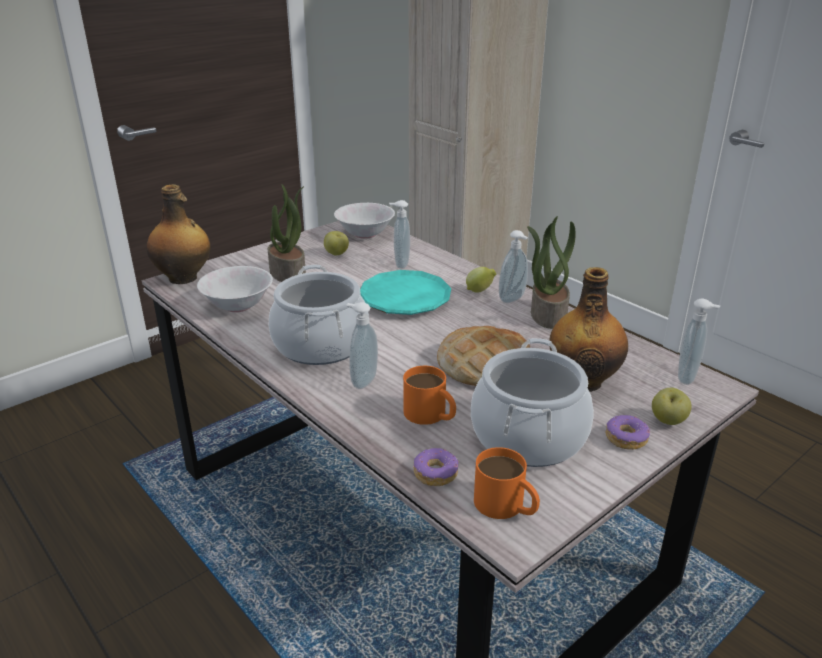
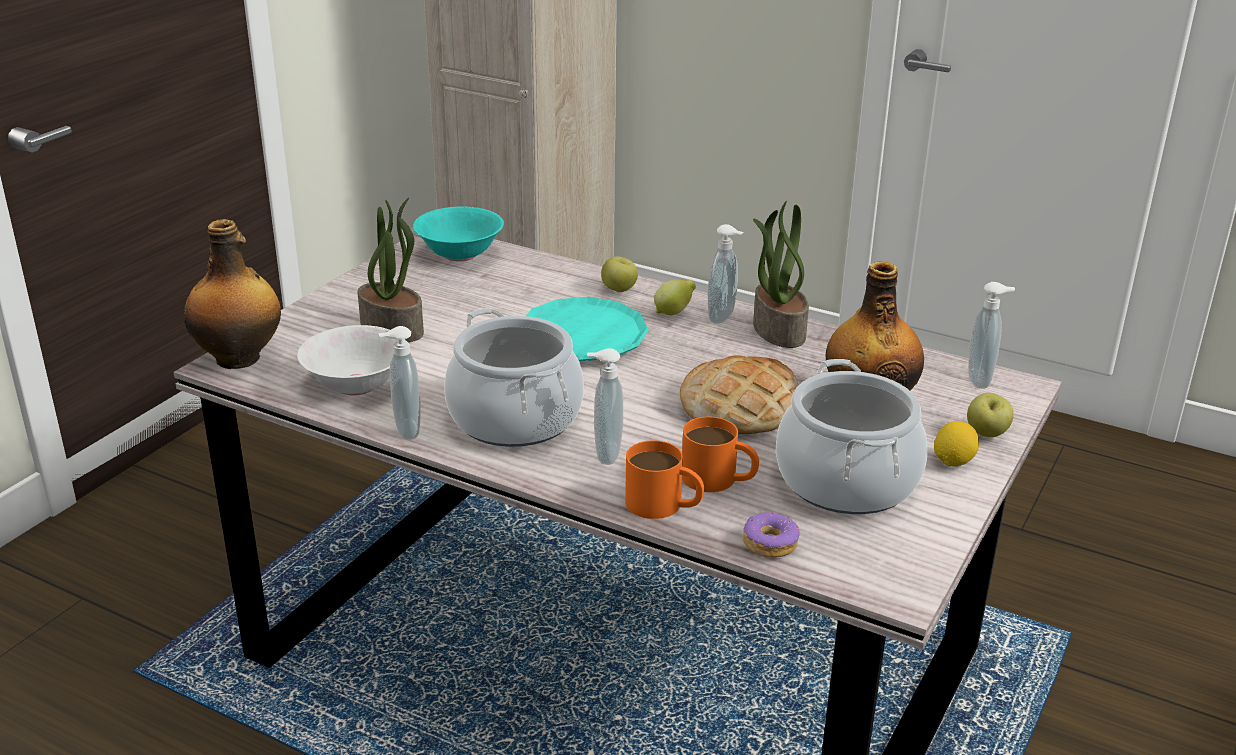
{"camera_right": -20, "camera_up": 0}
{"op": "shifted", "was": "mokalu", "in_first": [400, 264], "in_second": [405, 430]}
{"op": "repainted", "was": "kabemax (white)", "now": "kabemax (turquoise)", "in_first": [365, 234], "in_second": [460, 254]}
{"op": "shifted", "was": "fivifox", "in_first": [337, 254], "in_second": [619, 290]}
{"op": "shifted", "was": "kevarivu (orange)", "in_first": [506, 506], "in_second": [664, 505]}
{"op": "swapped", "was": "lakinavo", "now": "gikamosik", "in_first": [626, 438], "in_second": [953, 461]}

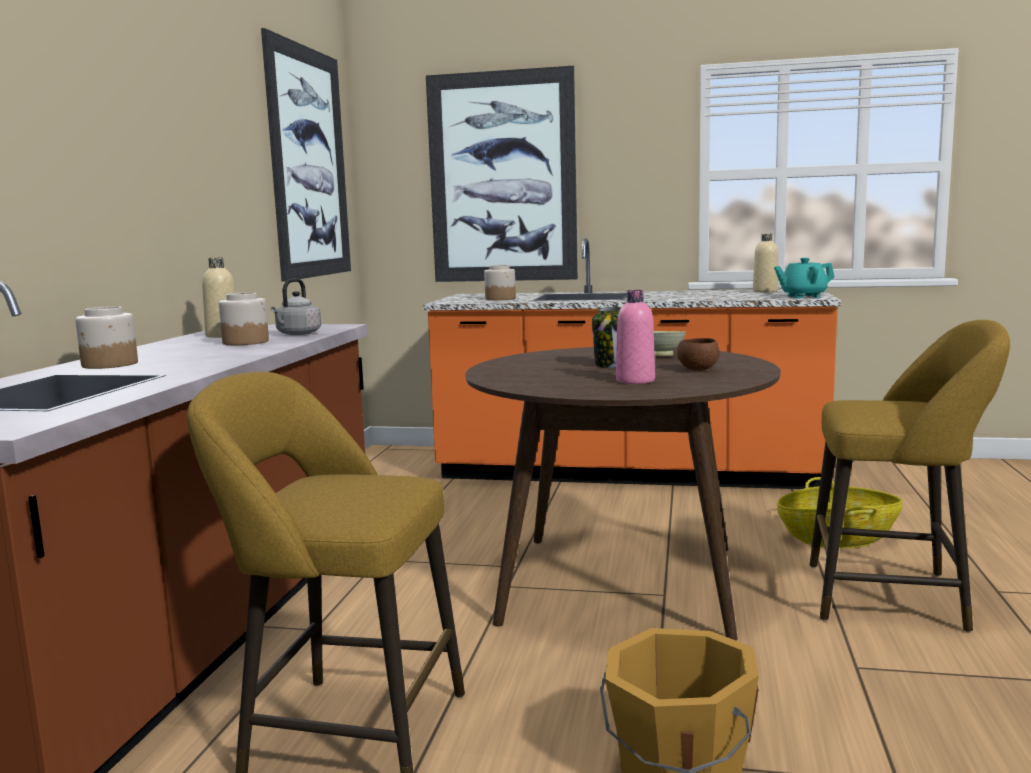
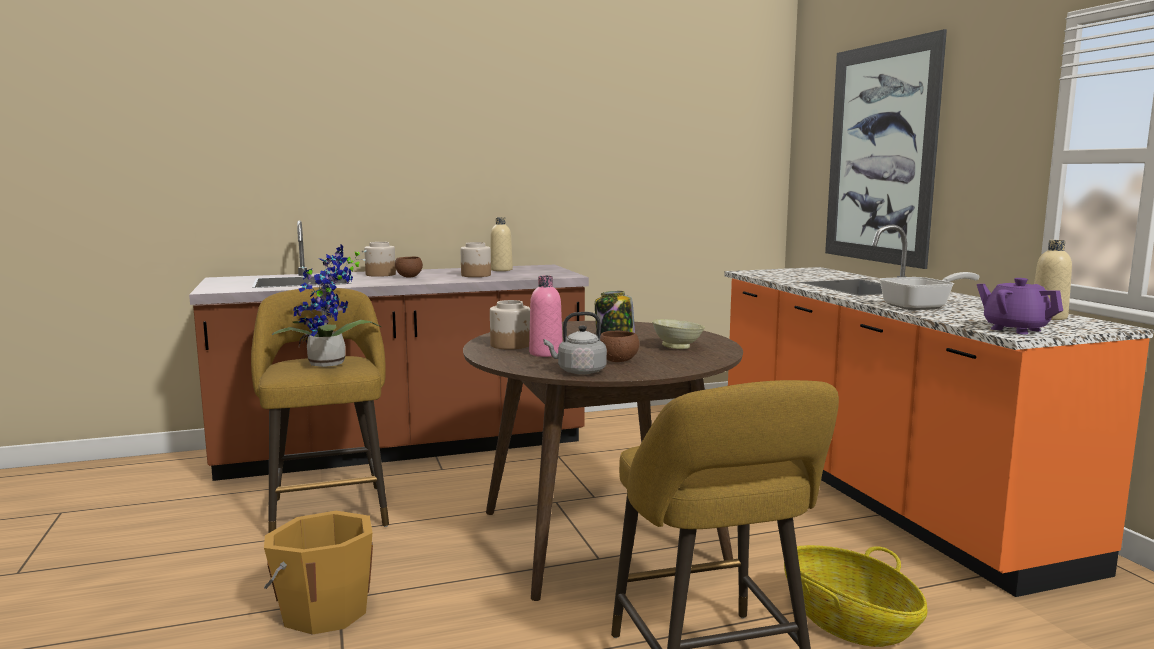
{"camera_right": 60, "camera_up": 0}
{"op": "new", "now": "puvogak", "in_second": [329, 364]}
{"op": "new", "now": "kabemax (brown)", "in_second": [409, 277]}
{"op": "shifted", "was": "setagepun", "in_first": [500, 299], "in_second": [511, 345]}
{"op": "shifted", "was": "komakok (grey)", "in_first": [297, 334], "in_second": [579, 371]}
{"op": "new", "now": "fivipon", "in_second": [922, 307]}
{"op": "repainted", "was": "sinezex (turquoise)", "now": "sinezex (purple)", "in_first": [803, 296], "in_second": [1015, 329]}
{"op": "gone", "was": "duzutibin", "in_first": [309, 163]}

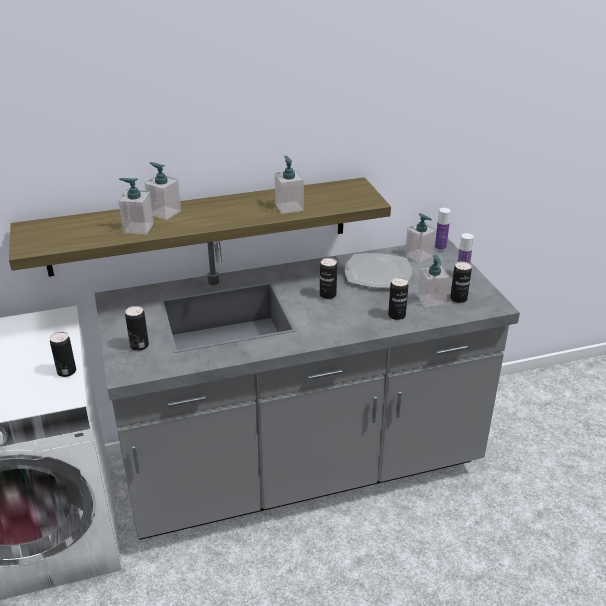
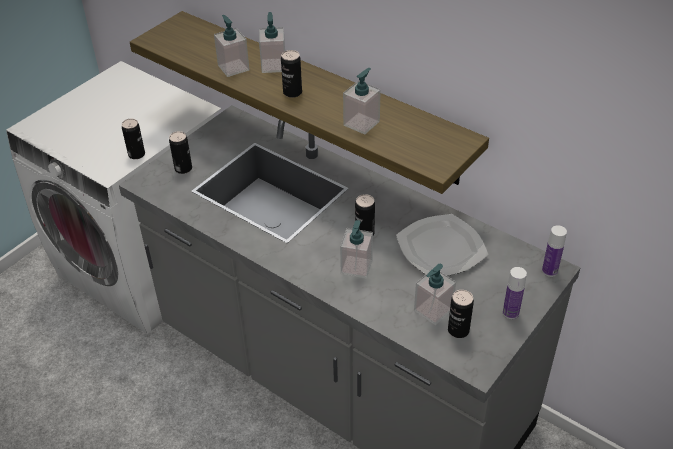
{"camera_right": 55, "camera_up": 10}
{"op": "shifted", "was": "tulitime", "in_first": [396, 315], "in_second": [292, 92]}
{"op": "shifted", "was": "mokalu", "in_first": [419, 255], "in_second": [356, 267]}

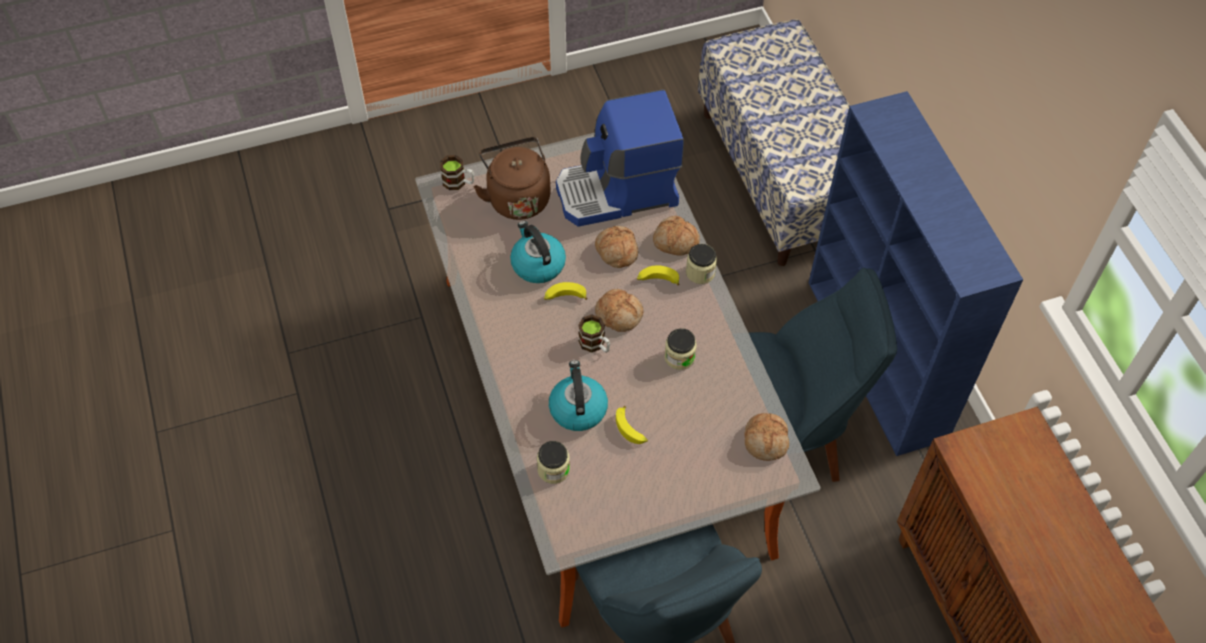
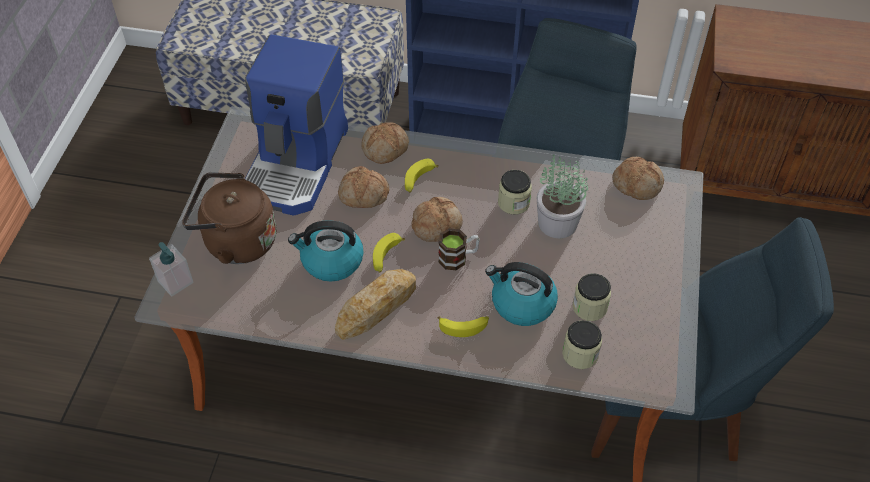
{"camera_right": -60, "camera_up": -5}
{"op": "swapped", "was": "kevarivu", "now": "mokalu", "in_first": [459, 182], "in_second": [175, 282]}
{"op": "new", "now": "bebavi", "in_second": [376, 307]}
{"op": "shifted", "was": "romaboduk", "in_first": [631, 429], "in_second": [464, 326]}
{"op": "new", "now": "puvogak", "in_second": [556, 223]}
{"op": "shifted", "was": "setagepun", "in_first": [700, 272], "in_second": [589, 307]}

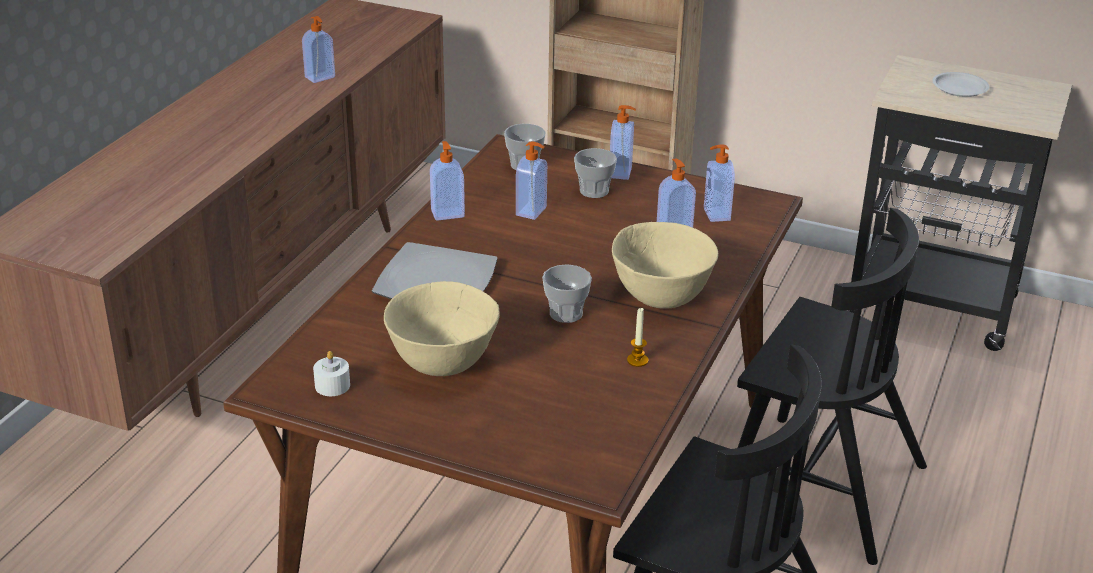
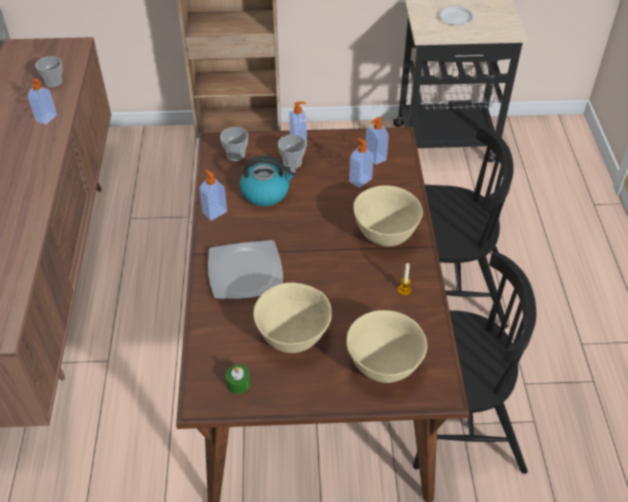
{"camera_right": -25, "camera_up": 15}
{"op": "shifted", "was": "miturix", "in_first": [566, 313], "in_second": [53, 82]}
{"op": "repainted", "was": "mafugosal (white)", "now": "mafugosal (green)", "in_first": [332, 385], "in_second": [238, 383]}
{"op": "swapped", "was": "mokalu", "now": "komakok", "in_first": [532, 211], "in_second": [266, 192]}
{"op": "new", "now": "kabemax (beige)", "in_second": [383, 365]}

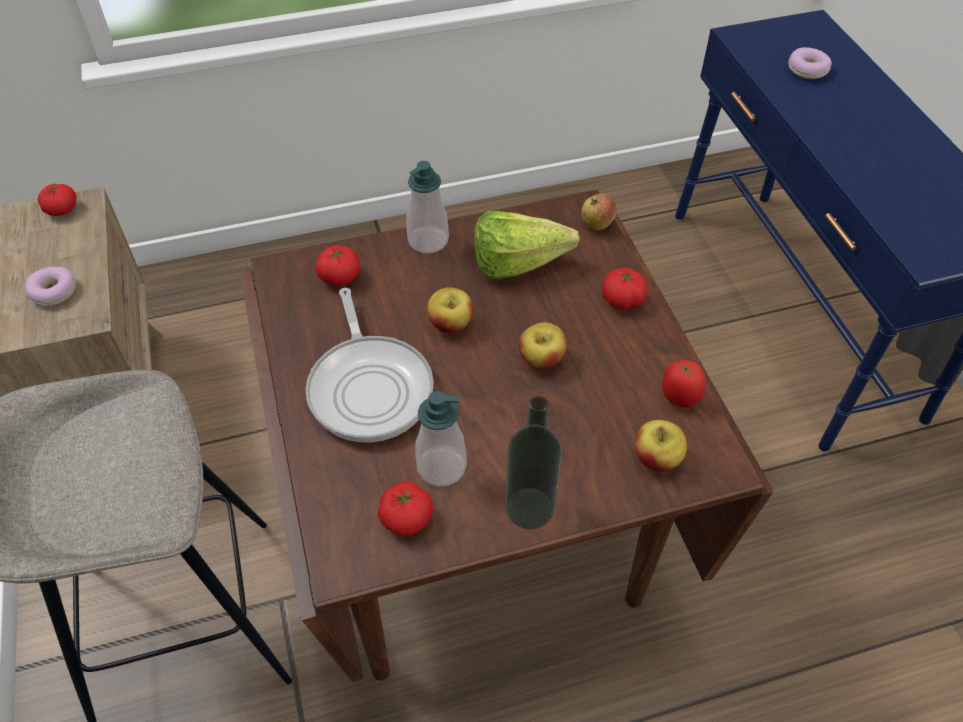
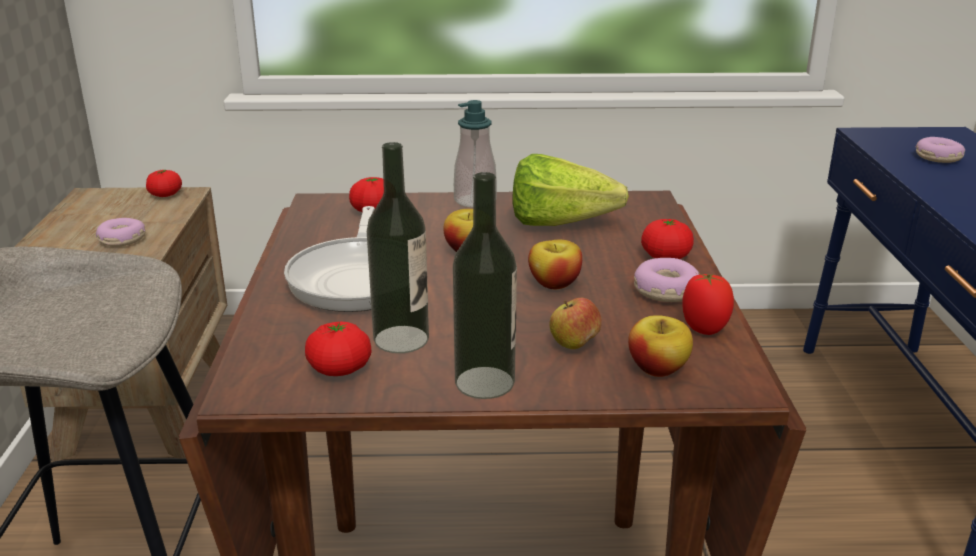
{"camera_right": 15, "camera_up": -25}
{"op": "swapped", "was": "mokalu", "now": "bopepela", "in_first": [441, 466], "in_second": [401, 339]}
{"op": "shifted", "was": "fivifox", "in_first": [597, 224], "in_second": [574, 344]}
{"op": "new", "now": "lakinavo", "in_second": [665, 291]}

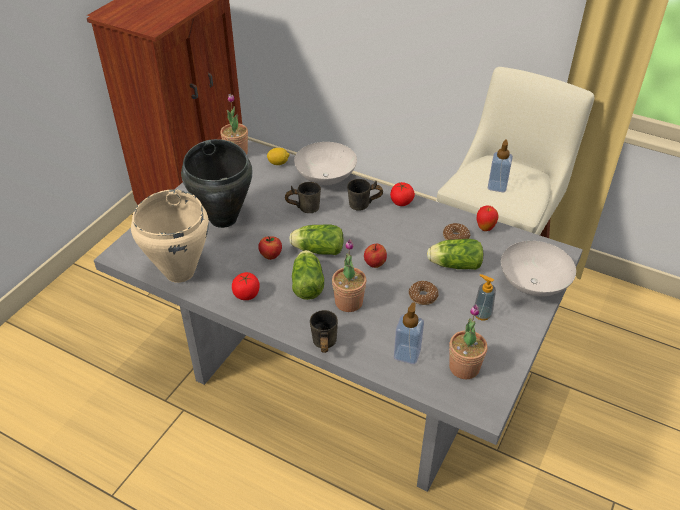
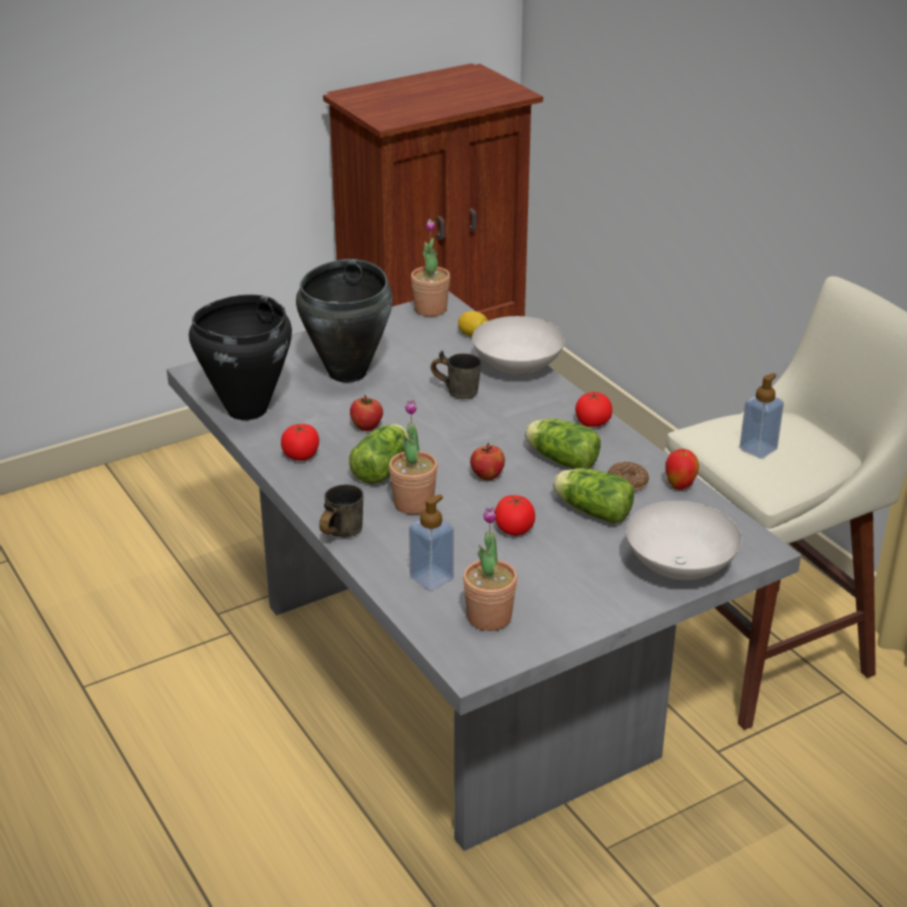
{"camera_right": 30, "camera_up": -10}
{"op": "repainted", "was": "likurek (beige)", "now": "likurek (black)", "in_first": [179, 272], "in_second": [246, 410]}
{"op": "swapped", "was": "lakinavo", "now": "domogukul", "in_first": [423, 296], "in_second": [514, 529]}
{"op": "shifted", "was": "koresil", "in_first": [316, 250], "in_second": [560, 459]}
{"op": "gone", "was": "kevarivu (grey)", "in_first": [364, 207]}
{"op": "gone", "was": "mokalu", "in_first": [482, 314]}

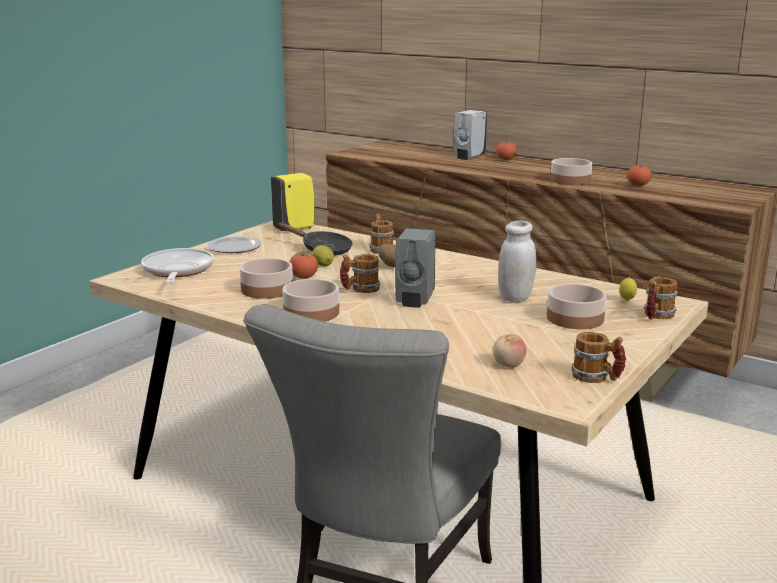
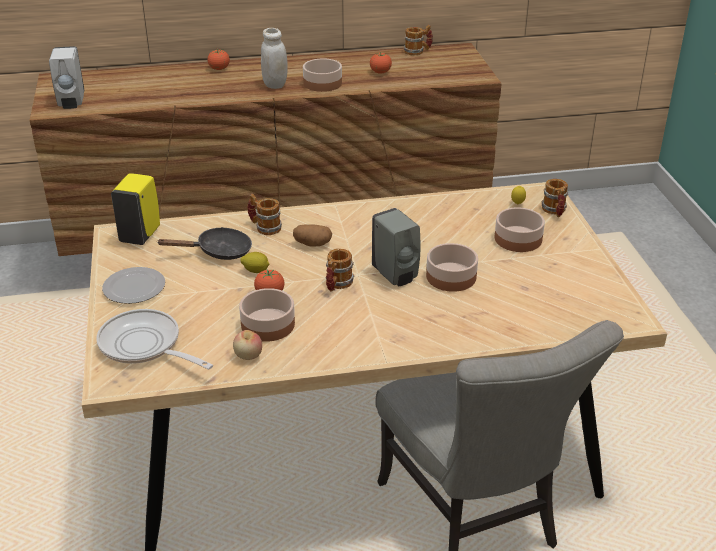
{"camera_right": -45, "camera_up": 15}
{"op": "shifted", "was": "mokalu (white)", "in_first": [468, 157], "in_second": [71, 102]}
{"op": "shifted", "was": "fivifox", "in_first": [508, 365], "in_second": [248, 356]}
{"op": "shifted", "was": "setagepun (white)", "in_first": [515, 298], "in_second": [275, 85]}
{"op": "shifted", "was": "kevarivu", "in_first": [596, 378], "in_second": [417, 51]}
{"op": "shifted", "was": "kabemax", "in_first": [311, 313], "in_second": [452, 277]}

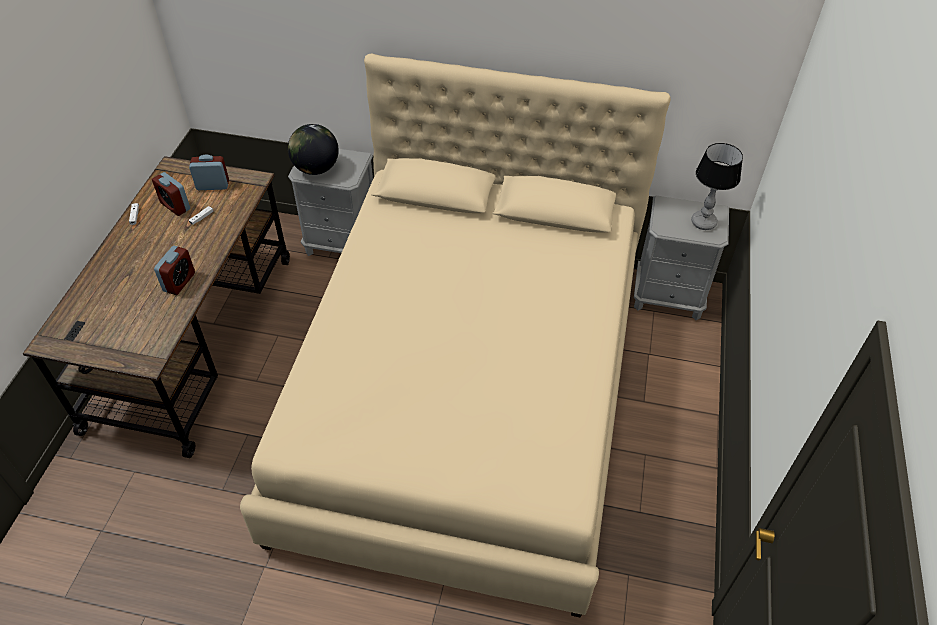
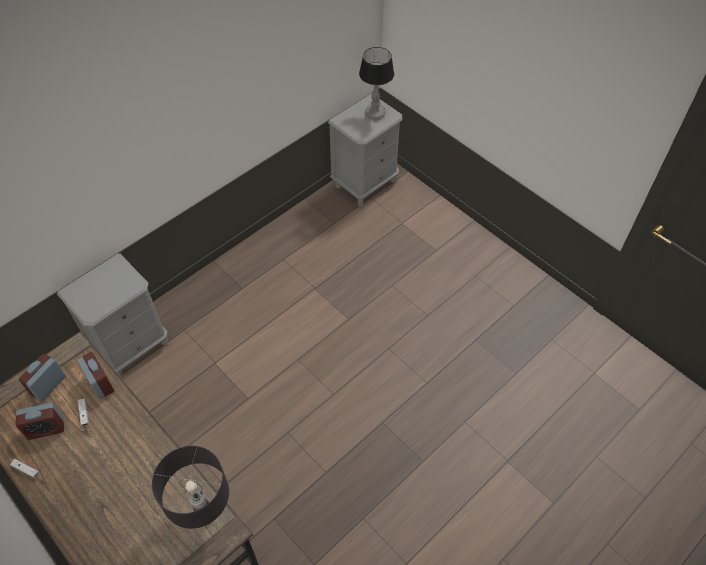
{"camera_right": -55, "camera_up": 5}
{"op": "shifted", "was": "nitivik", "in_first": [179, 282], "in_second": [100, 383]}
{"op": "new", "now": "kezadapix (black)", "in_second": [205, 515]}
{"op": "gone", "was": "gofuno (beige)", "in_first": [468, 392]}
{"op": "gone", "was": "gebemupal", "in_first": [316, 168]}

